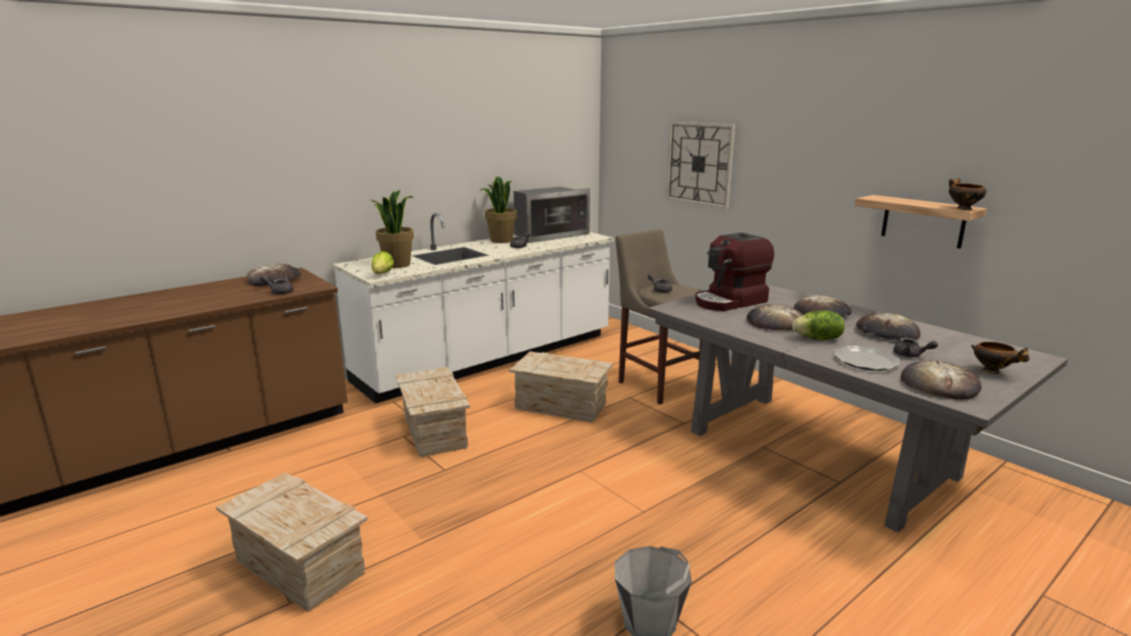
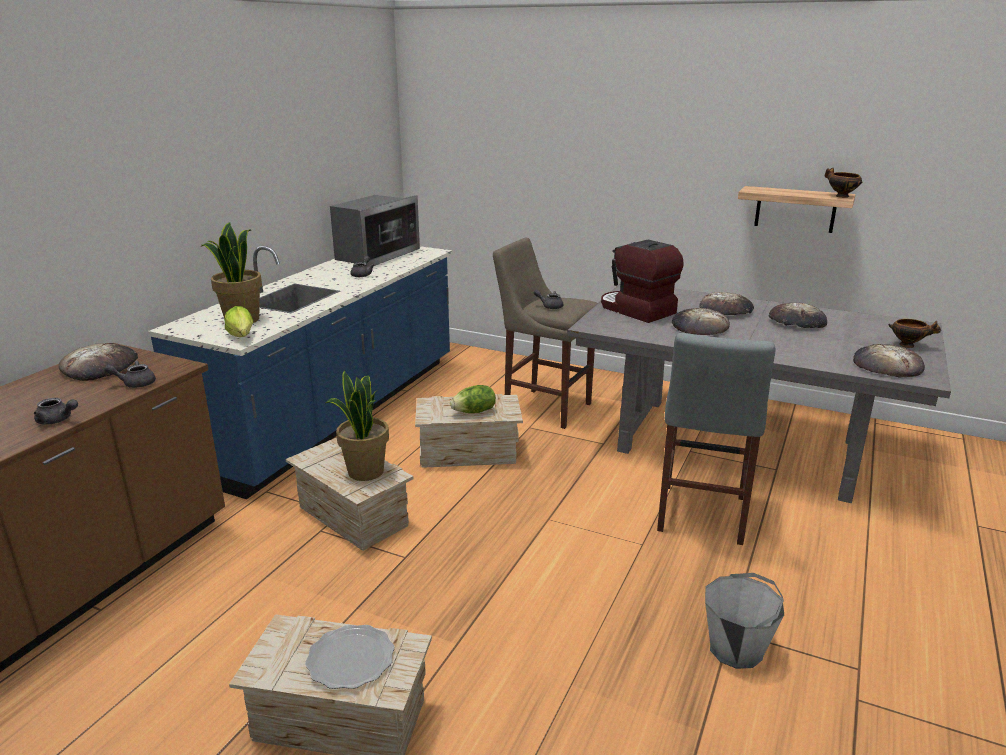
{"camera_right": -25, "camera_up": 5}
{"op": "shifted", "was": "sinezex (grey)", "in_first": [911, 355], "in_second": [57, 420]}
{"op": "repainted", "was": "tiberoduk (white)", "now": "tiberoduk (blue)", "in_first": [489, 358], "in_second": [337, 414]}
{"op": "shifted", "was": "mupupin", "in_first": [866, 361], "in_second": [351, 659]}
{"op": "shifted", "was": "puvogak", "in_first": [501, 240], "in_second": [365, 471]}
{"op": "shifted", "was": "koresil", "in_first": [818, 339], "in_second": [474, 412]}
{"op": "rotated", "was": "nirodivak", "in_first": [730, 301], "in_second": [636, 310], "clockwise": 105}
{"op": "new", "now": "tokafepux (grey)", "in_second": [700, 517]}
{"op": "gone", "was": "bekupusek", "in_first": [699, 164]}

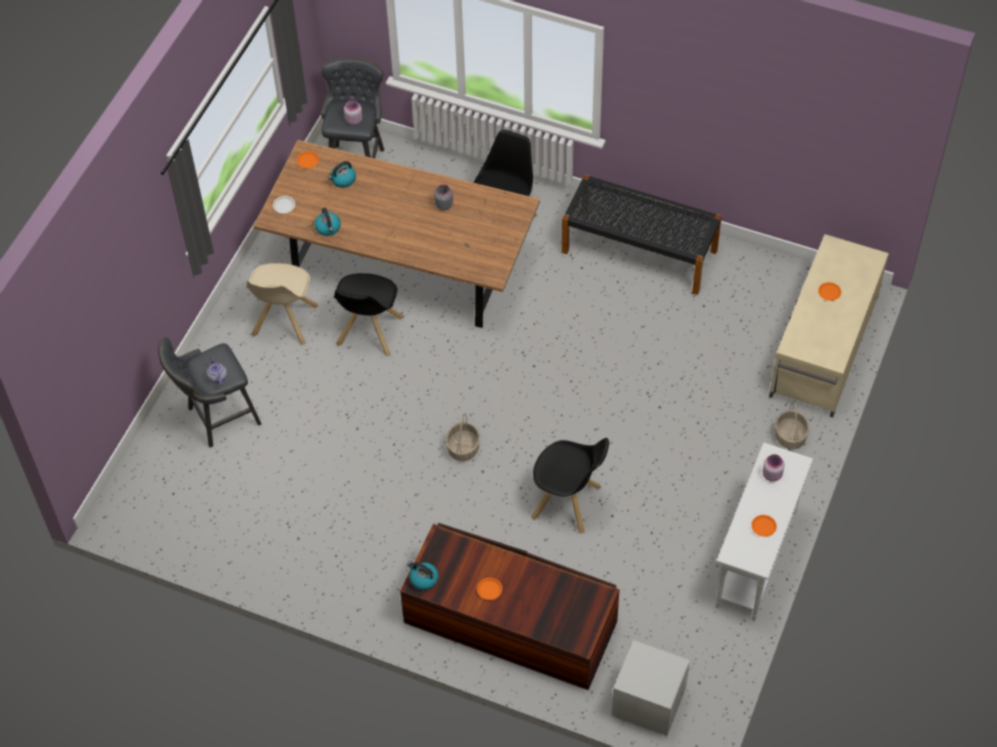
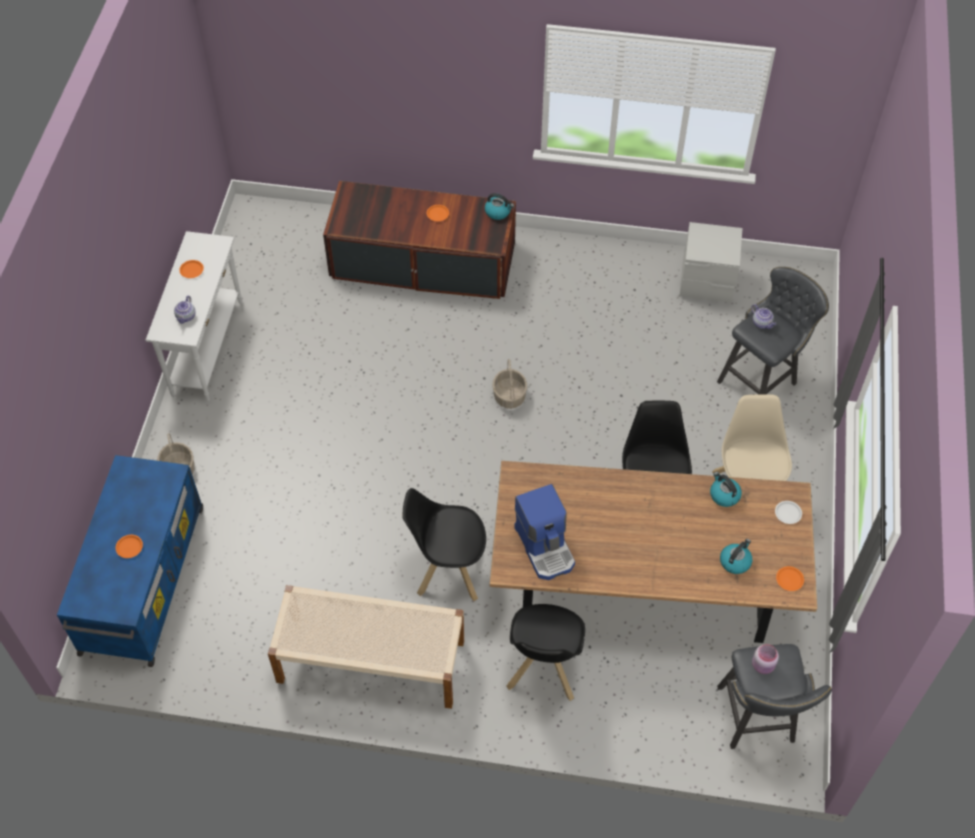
{"camera_right": 165, "camera_up": 0}
{"op": "repainted", "was": "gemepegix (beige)", "now": "gemepegix (blue)", "in_first": [823, 347], "in_second": [144, 578]}
{"op": "swapped", "was": "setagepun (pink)", "now": "sinezex", "in_first": [771, 474], "in_second": [186, 317]}
{"op": "repainted", "was": "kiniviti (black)", "now": "kiniviti (beige)", "in_first": [639, 251], "in_second": [370, 662]}
{"op": "shifted", "was": "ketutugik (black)", "in_first": [568, 503], "in_second": [448, 569]}
{"op": "new", "now": "nirodivak", "in_second": [545, 547]}
{"op": "shifted", "was": "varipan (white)", "in_first": [648, 704], "in_second": [706, 281]}
{"op": "gone", "was": "setagepun (grey)", "in_first": [444, 204]}

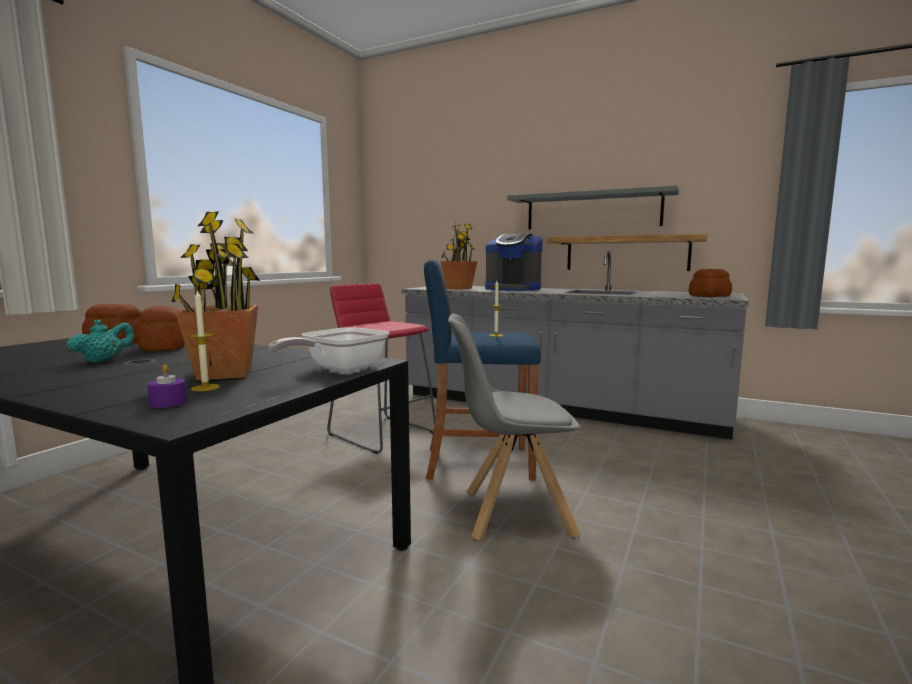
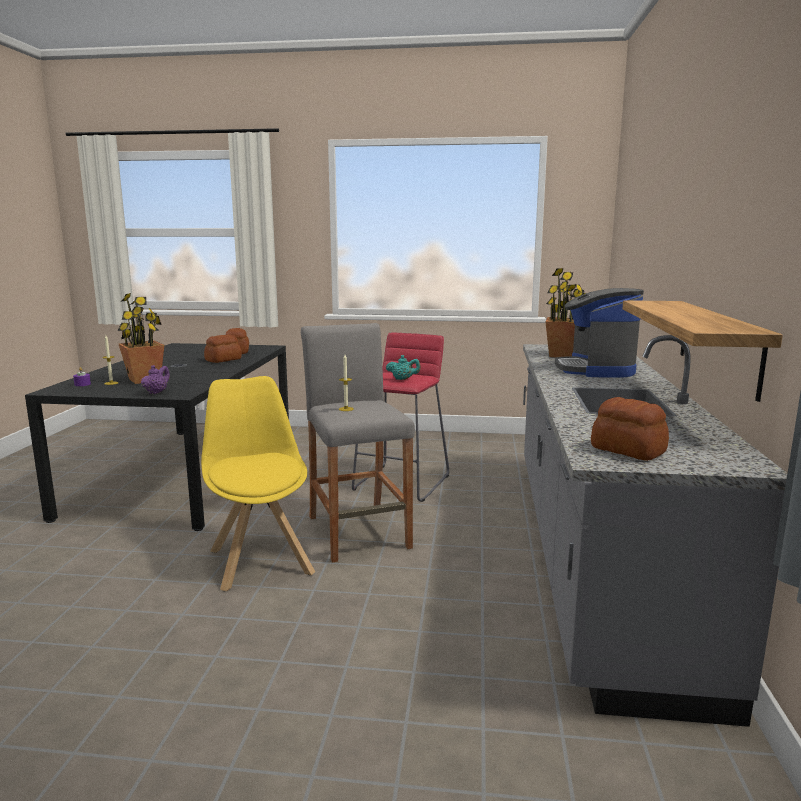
{"camera_right": 70, "camera_up": 5}
{"op": "swapped", "was": "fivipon", "now": "sinezex (purple)", "in_first": [339, 369], "in_second": [156, 392]}
{"op": "repainted", "was": "ketutugik (grey)", "now": "ketutugik (yellow)", "in_first": [511, 513], "in_second": [260, 559]}
{"op": "repainted", "was": "tokafepux (blue)", "now": "tokafepux (grey)", "in_first": [479, 463], "in_second": [358, 532]}
{"op": "shifted", "was": "sinezex (turquoise)", "in_first": [104, 361], "in_second": [403, 379]}
{"op": "gone", "was": "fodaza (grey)", "in_first": [592, 211]}

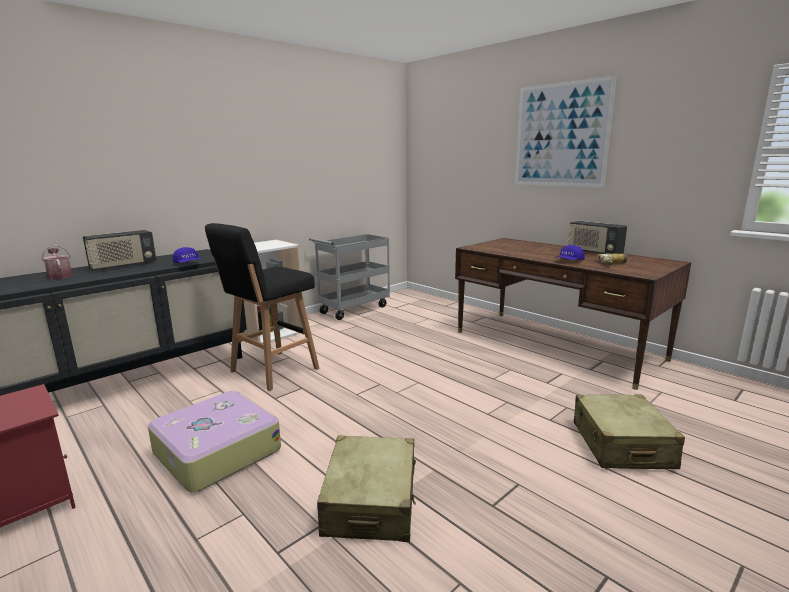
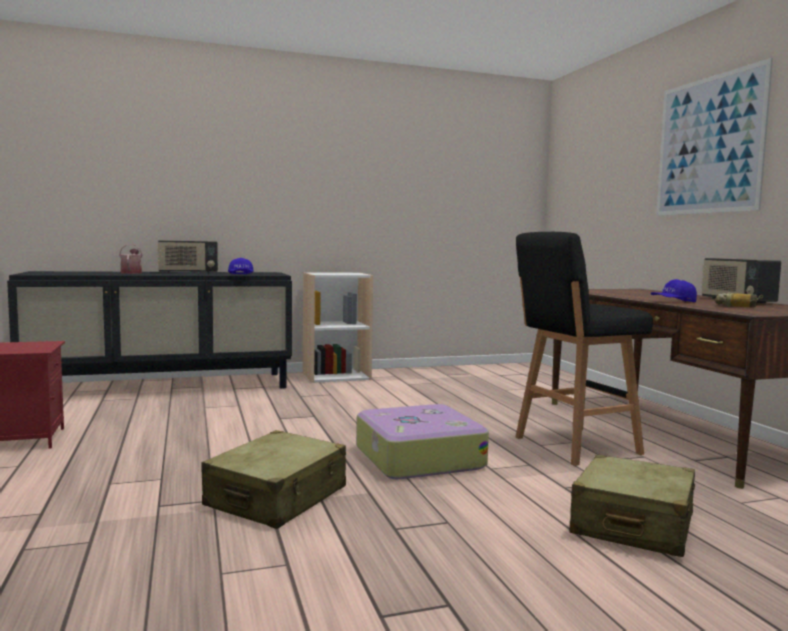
{"camera_right": 25, "camera_up": -10}
{"op": "shifted", "was": "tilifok", "in_first": [216, 451], "in_second": [417, 457]}
{"op": "shifted", "was": "tokafepux (black)", "in_first": [272, 371], "in_second": [573, 446]}
{"op": "gone", "was": "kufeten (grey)", "in_first": [353, 310]}

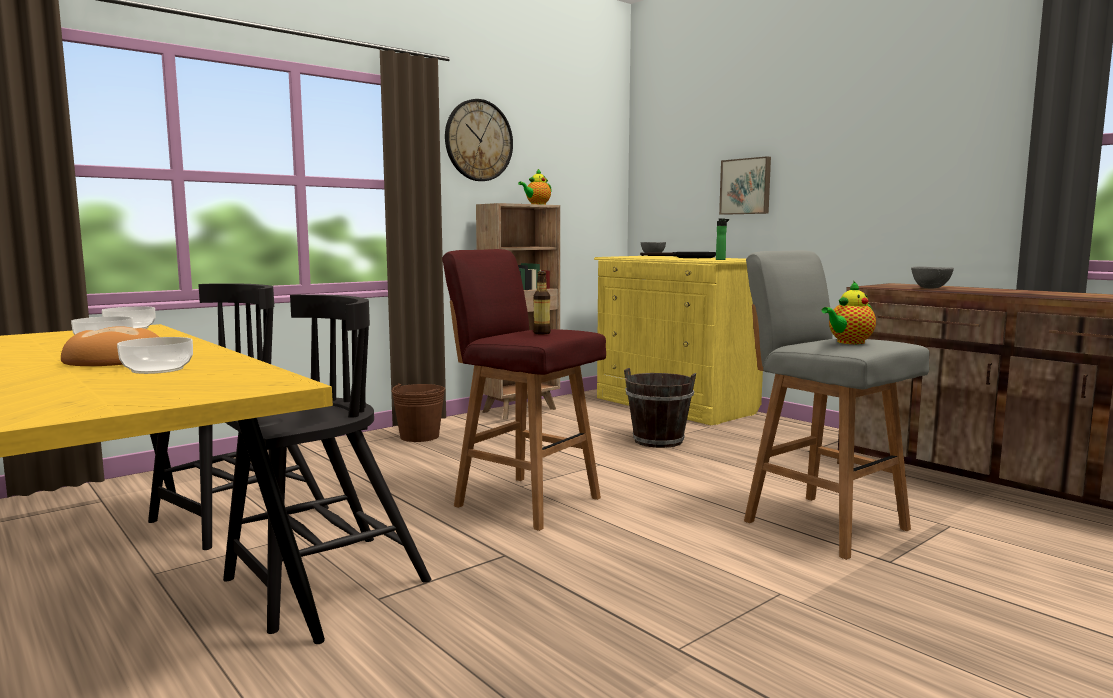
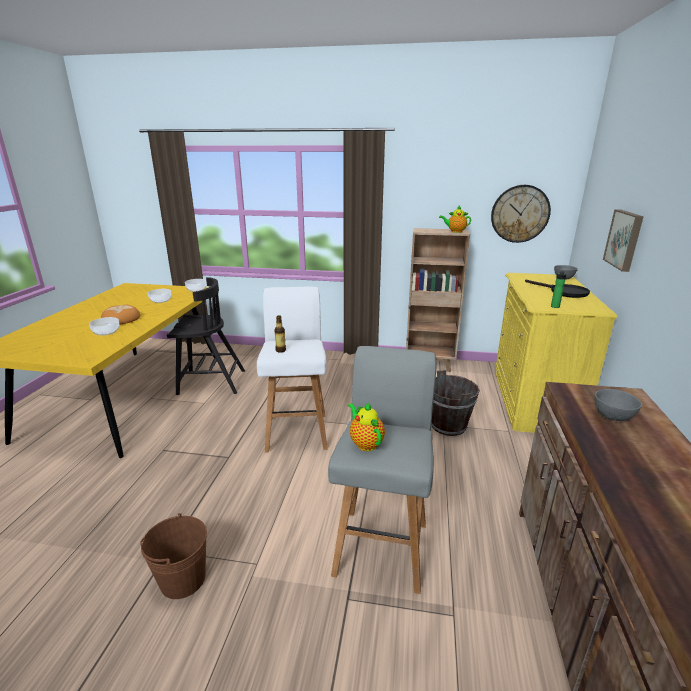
{"camera_right": 50, "camera_up": 15}
{"op": "shifted", "was": "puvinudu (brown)", "in_first": [419, 436], "in_second": [183, 579]}
{"op": "repainted", "was": "tokafepux (red)", "now": "tokafepux (white)", "in_first": [525, 501], "in_second": [297, 431]}
{"op": "rotated", "was": "sinezex", "in_first": [848, 342], "in_second": [365, 443], "clockwise": 45}
{"op": "shifted", "was": "bekupusek", "in_first": [478, 140], "in_second": [520, 214]}
{"op": "gone", "was": "ketutugik (black)", "in_first": [322, 581]}

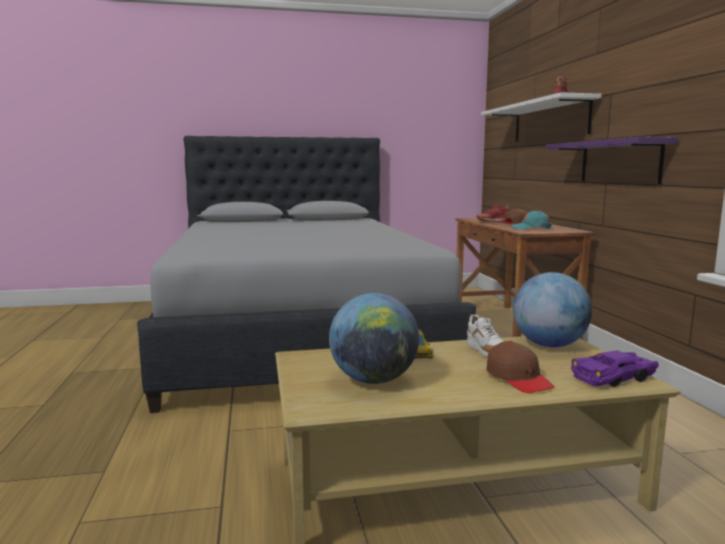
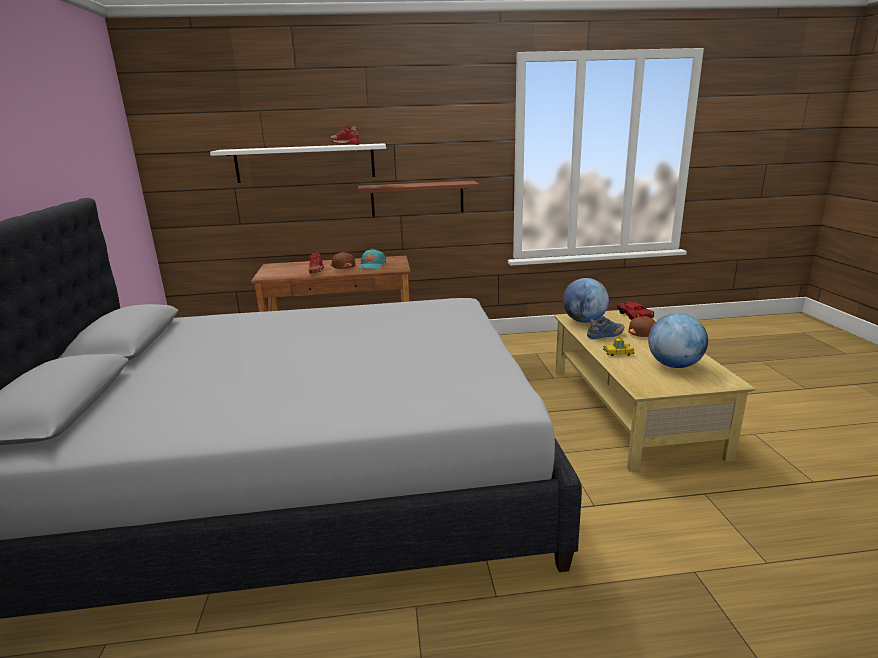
{"camera_right": -85, "camera_up": 10}
{"op": "repainted", "was": "fodaza (purple)", "now": "fodaza (brown)", "in_first": [619, 162], "in_second": [417, 198]}
{"op": "repainted", "was": "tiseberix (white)", "now": "tiseberix (blue)", "in_first": [486, 352], "in_second": [605, 336]}
{"op": "repainted", "was": "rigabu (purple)", "now": "rigabu (red)", "in_first": [614, 378], "in_second": [633, 315]}

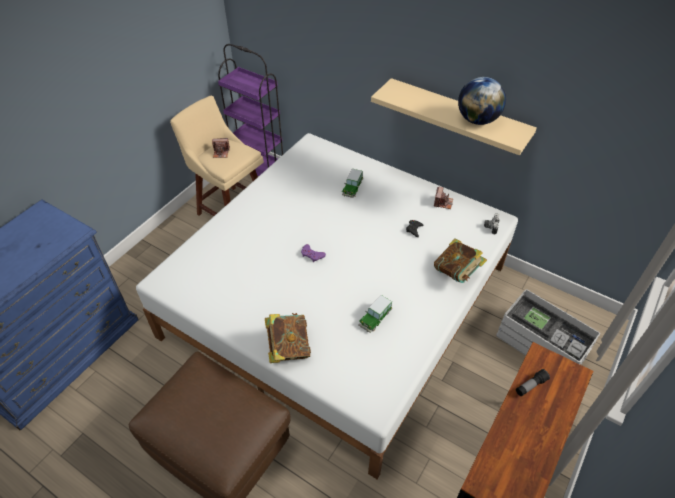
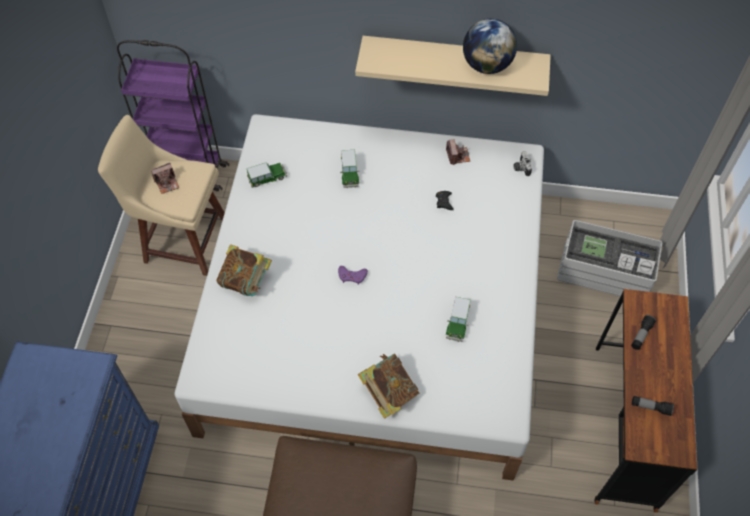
{"camera_right": -25, "camera_up": 10}
{"op": "shifted", "was": "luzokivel", "in_first": [457, 272], "in_second": [246, 281]}
{"op": "new", "now": "rigabu", "in_second": [267, 177]}
{"op": "new", "now": "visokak", "in_second": [650, 407]}

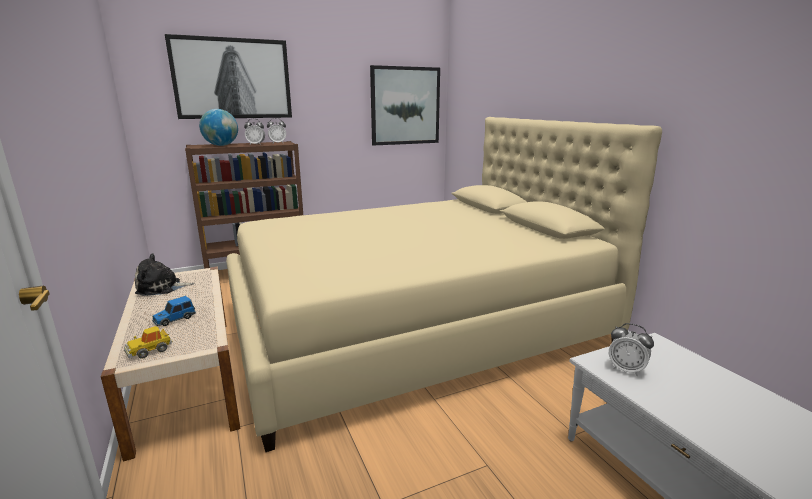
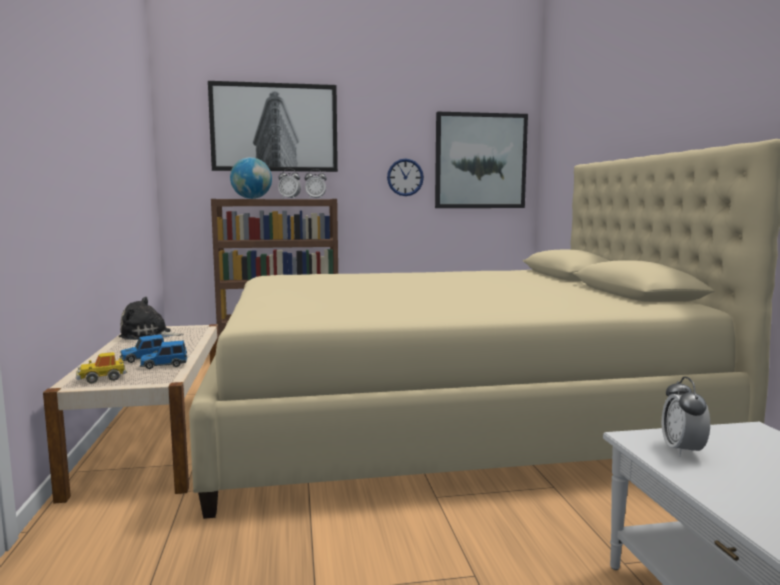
{"camera_right": 15, "camera_up": -10}
{"op": "new", "now": "rigabu", "in_second": [164, 365]}
{"op": "new", "now": "bekupusek", "in_second": [405, 177]}
{"op": "rotated", "was": "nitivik", "in_first": [626, 369], "in_second": [682, 450], "clockwise": 45}

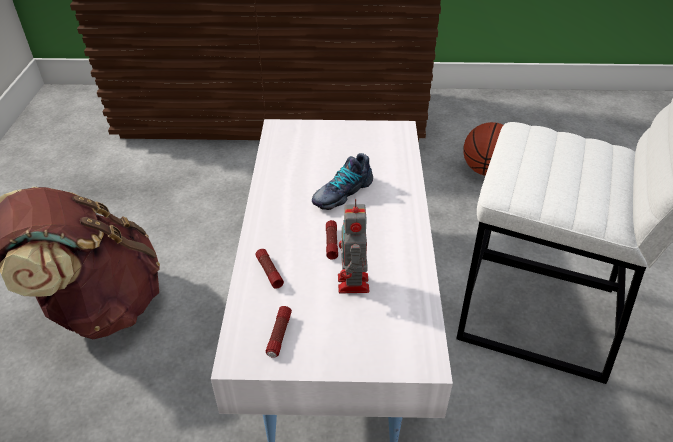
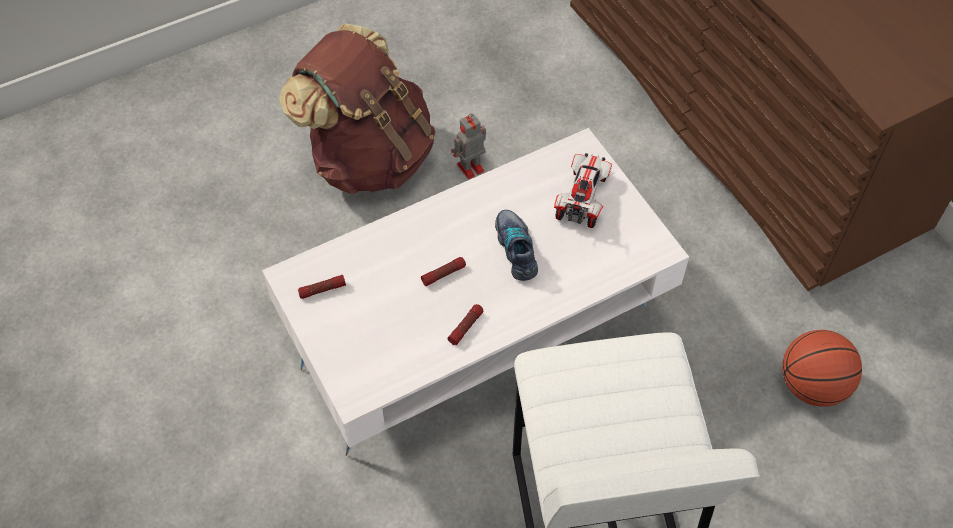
{"camera_right": 60, "camera_up": 15}
{"op": "shifted", "was": "visokak", "in_first": [269, 272], "in_second": [465, 327]}
{"op": "shifted", "was": "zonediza", "in_first": [353, 285], "in_second": [469, 168]}
{"op": "rotated", "was": "tiseberix", "in_first": [341, 192], "in_second": [517, 249], "clockwise": 60}
{"op": "new", "now": "rigabu", "in_second": [582, 198]}

